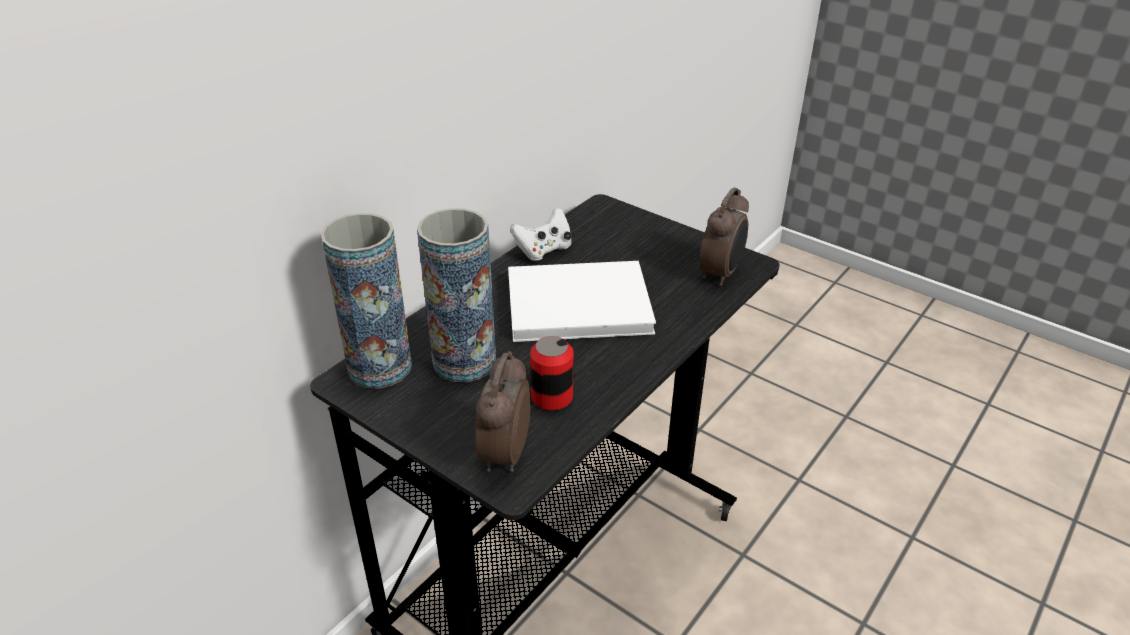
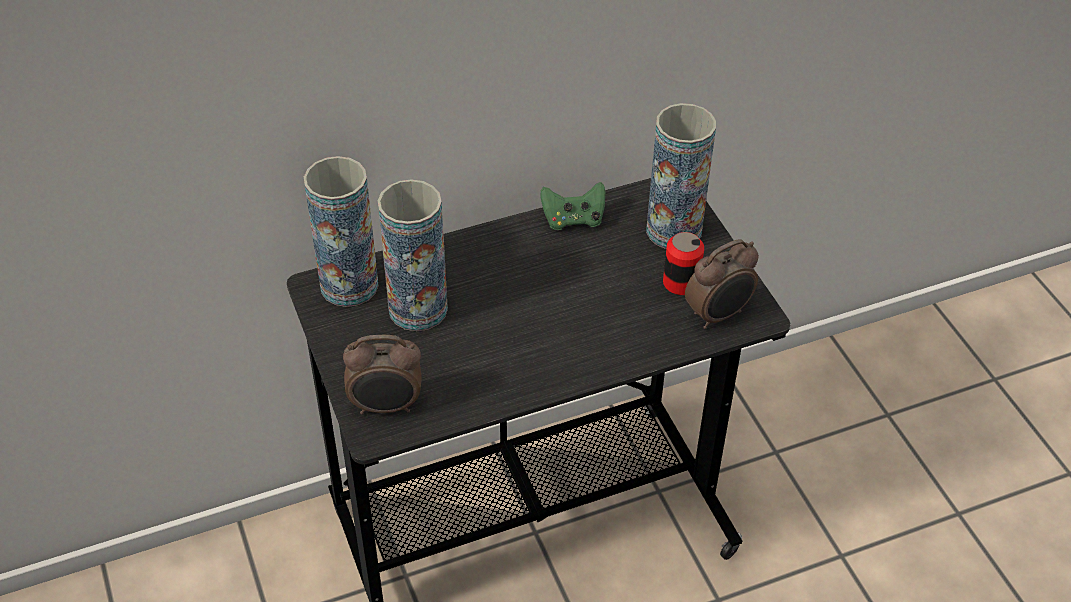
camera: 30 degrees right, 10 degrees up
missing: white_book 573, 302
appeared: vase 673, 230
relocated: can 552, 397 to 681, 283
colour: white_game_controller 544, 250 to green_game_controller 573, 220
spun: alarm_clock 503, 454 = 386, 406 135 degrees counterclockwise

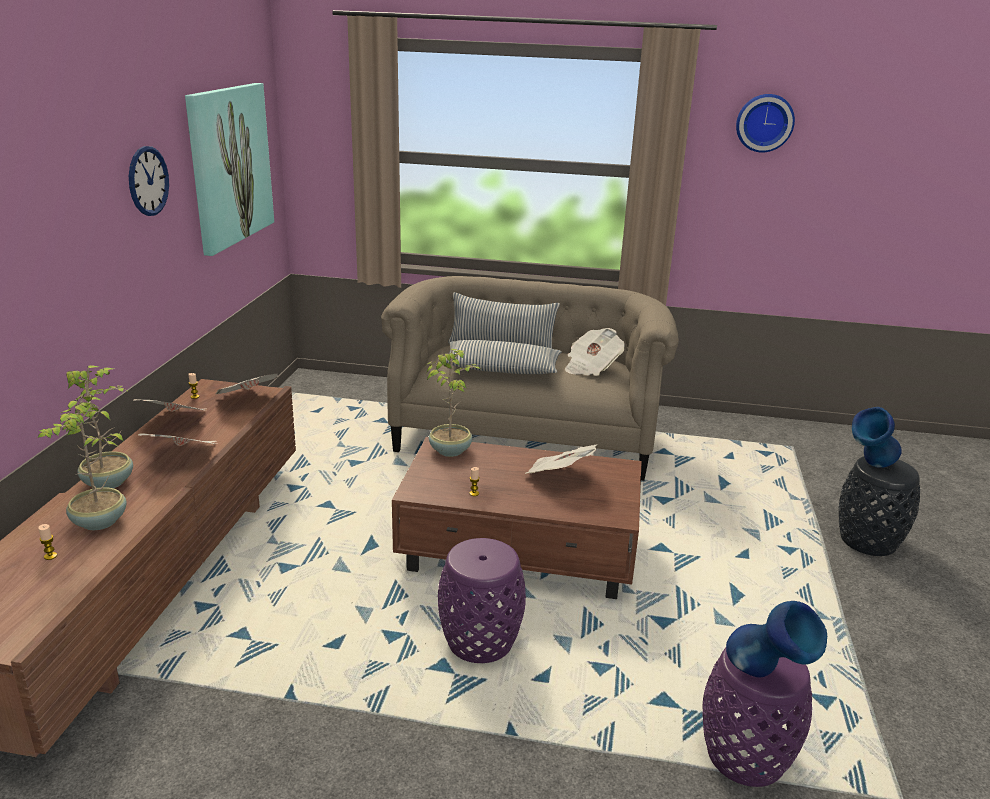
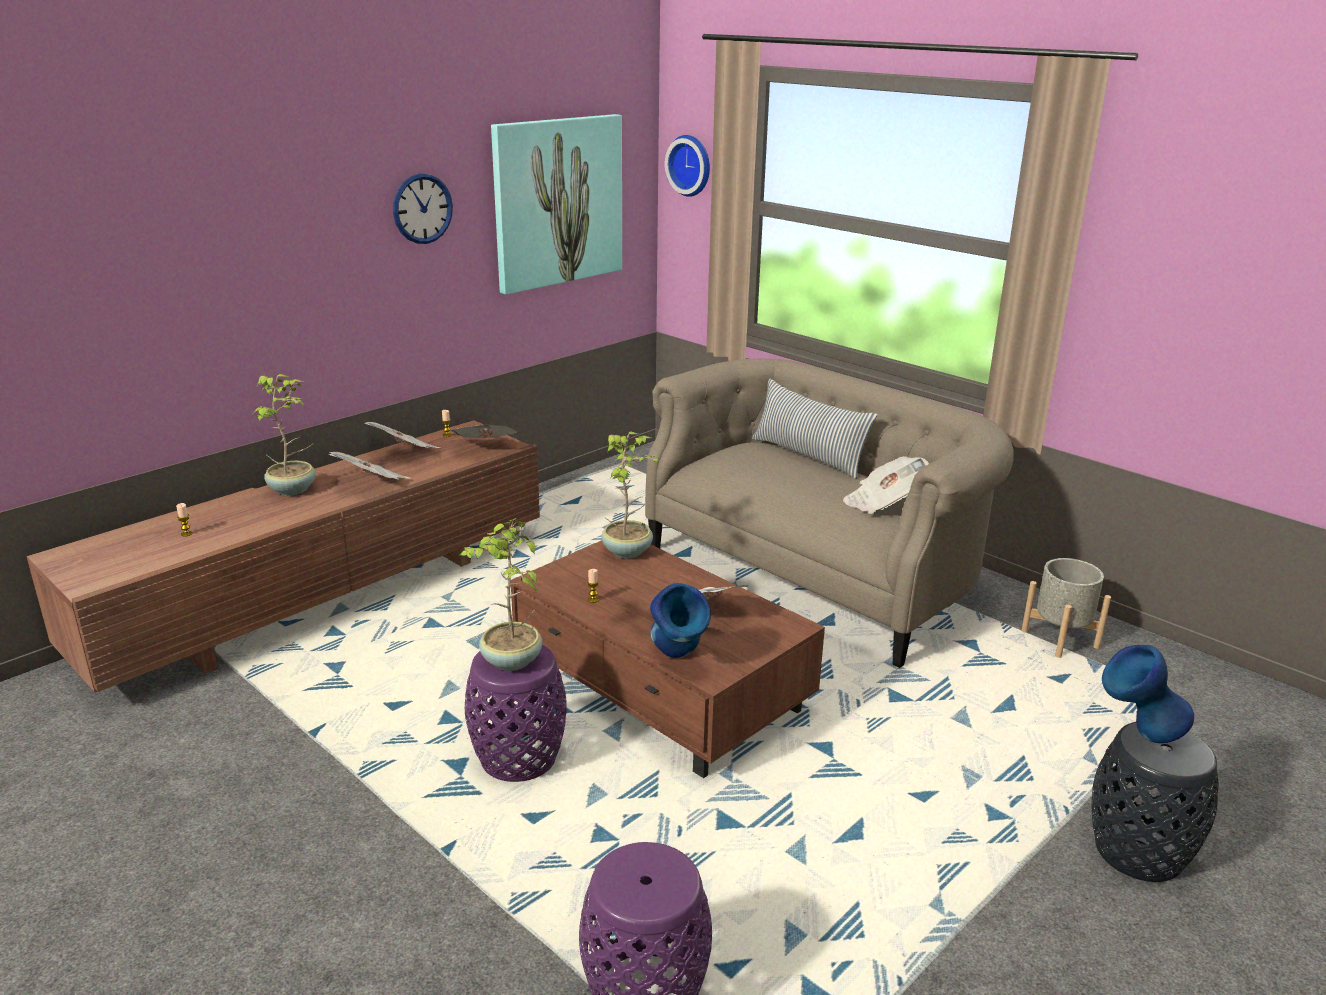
camera: 35 degrees right, 0 degrees up
missing: pillow 501, 369
appeared: grey_planter 1059, 639
relocated: wall_clock 764, 122 to 691, 165; potted_plant 99, 522 to 510, 662; blue_vase 768, 678 to 678, 661

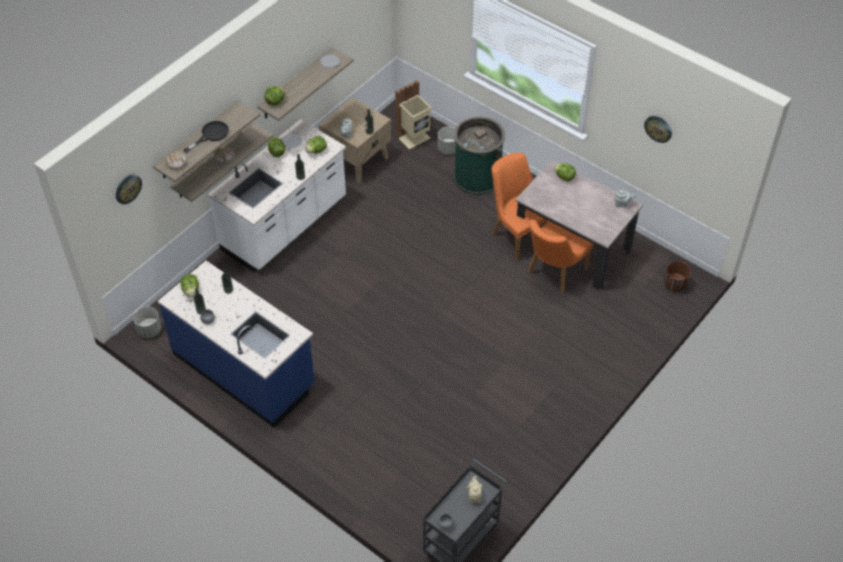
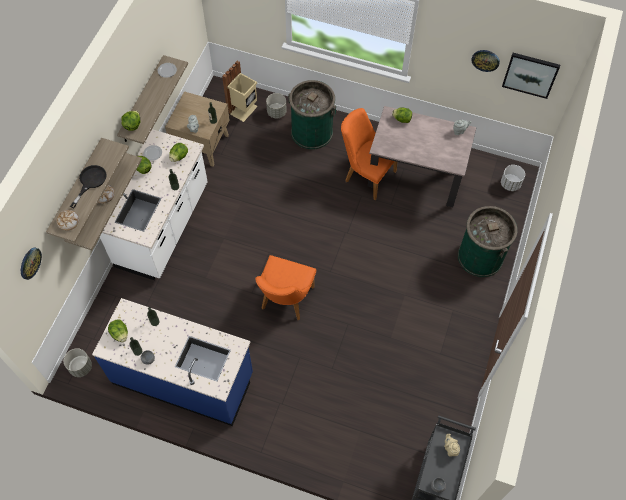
camera: 20 degrees left, 10 degrees up
appeared: picture 530, 74; green_trash_can 480, 256
relocated: orange_chair 553, 273 to 284, 302
colour: brown_planter 675, 285 to white_planter 510, 184

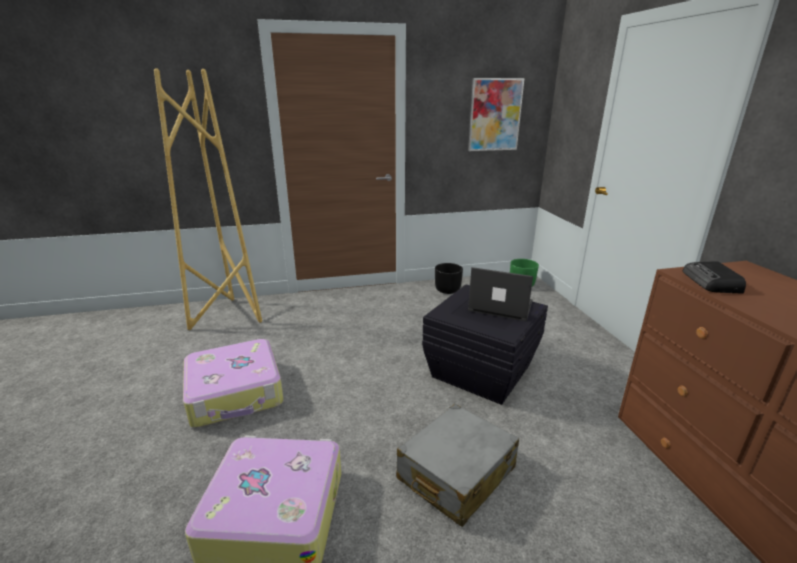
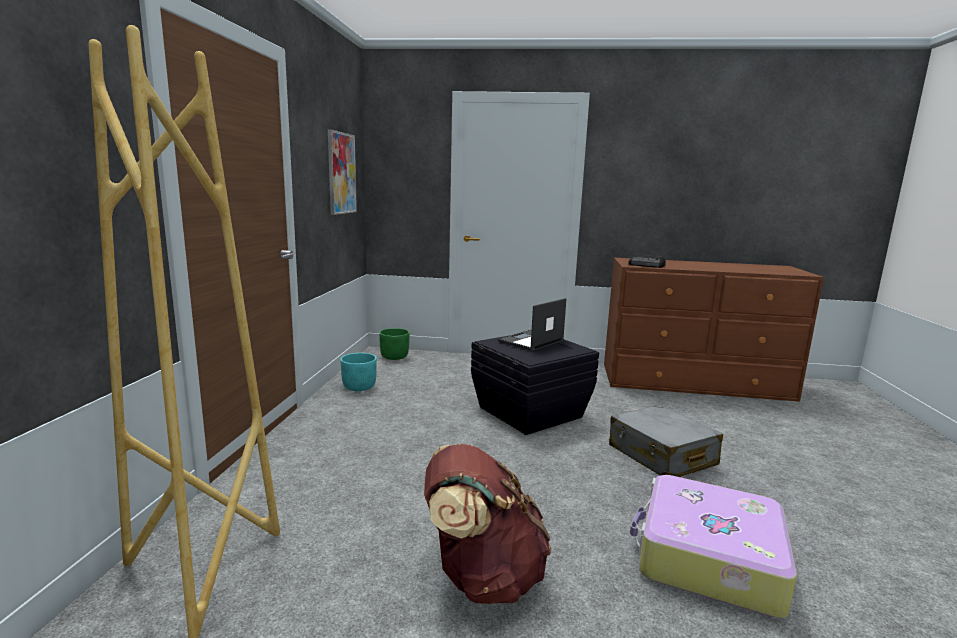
camera: 70 degrees left, 10 degrees down
exchanged: suitcase 236, 393 to brown_backpack 482, 576
colour: black_planter 447, 290 to turquoise_planter 359, 387

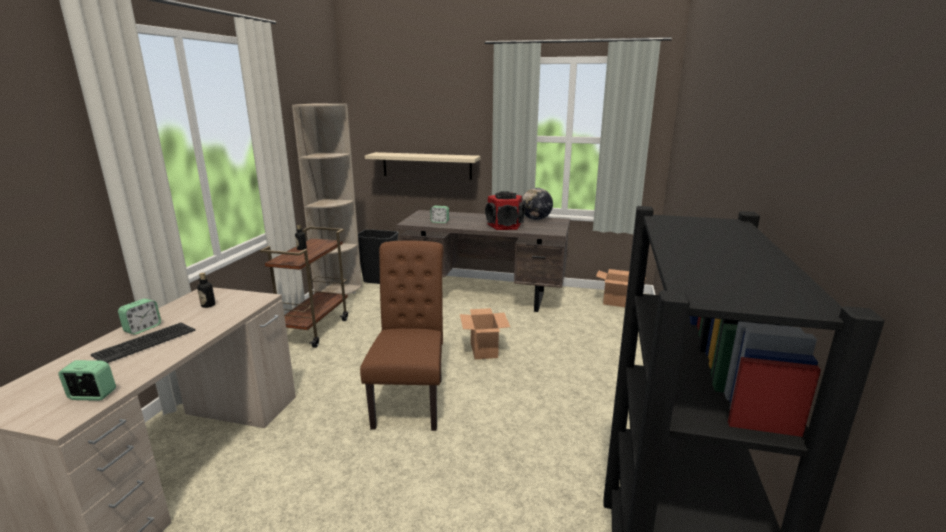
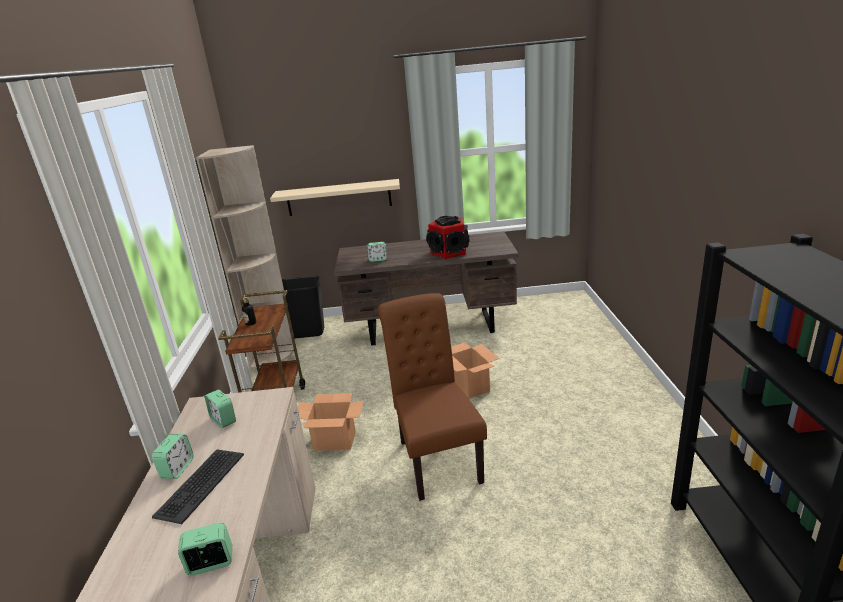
camera: 15 degrees left, 5 degrees up
missing: globe 536, 219
relocated: cardboard_box 618, 302 to 335, 441
exchanged: bottle 208, 305 to alarm_clock 223, 420

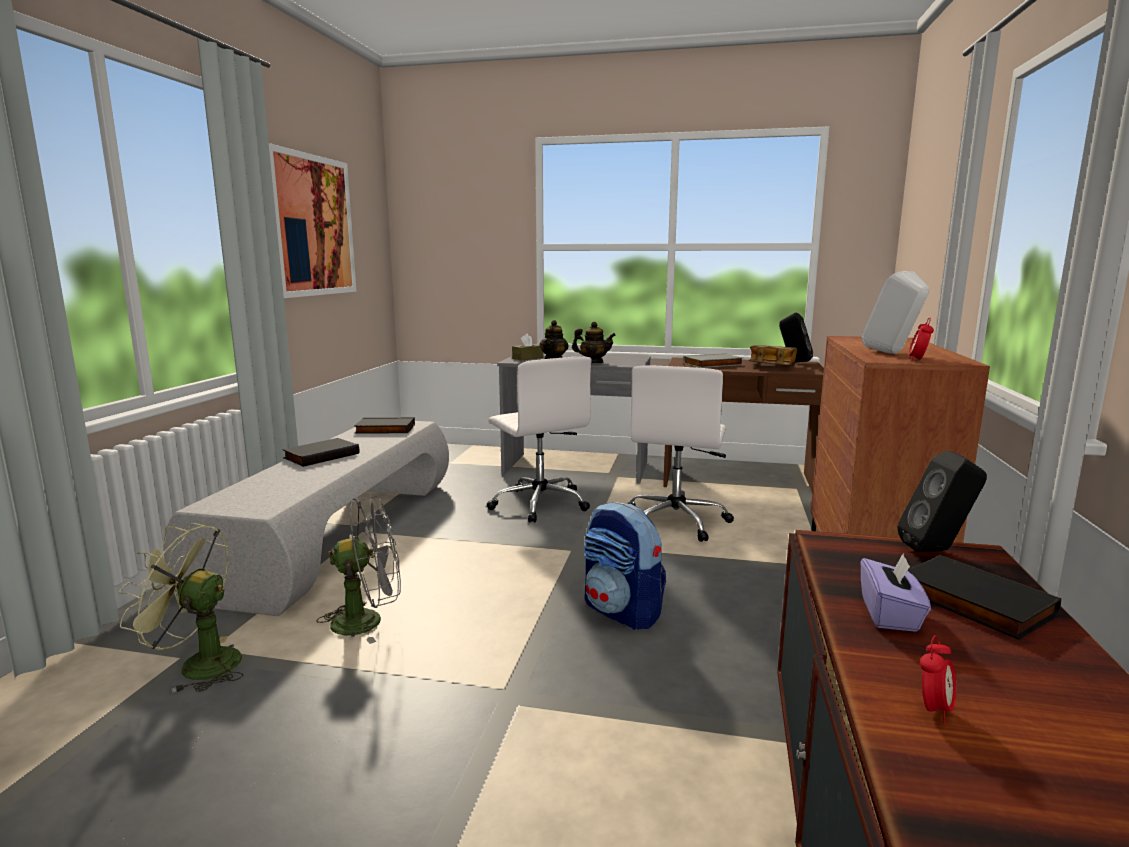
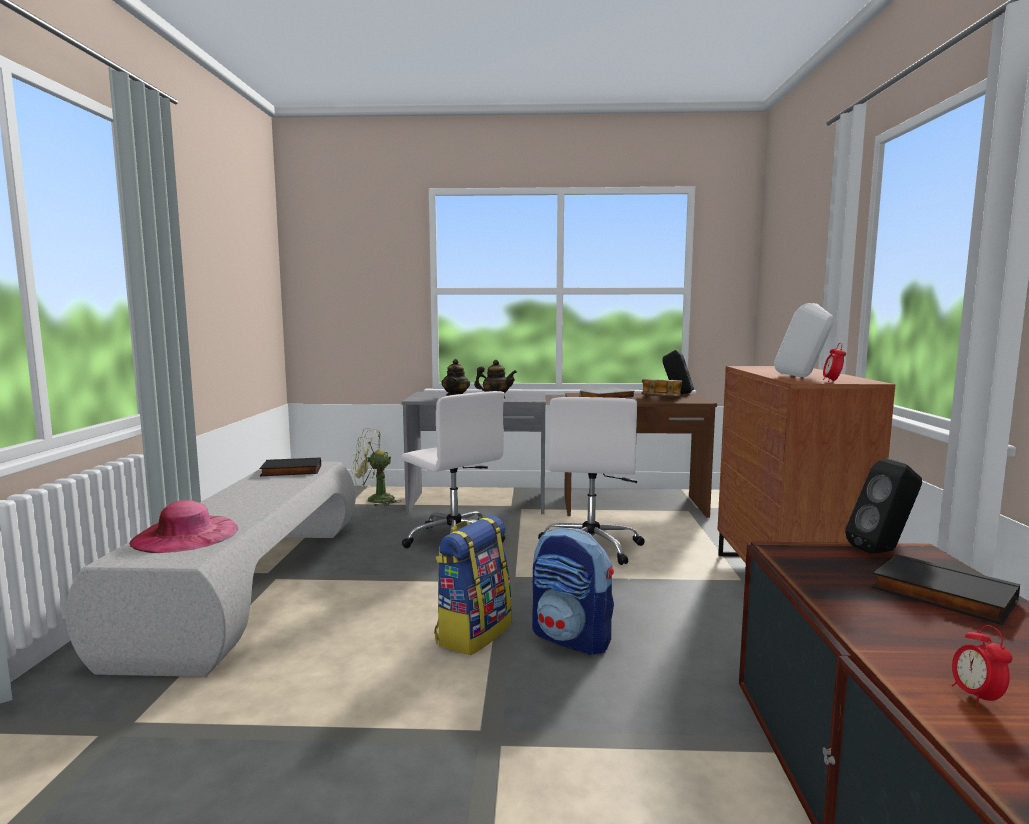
camera: 10 degrees left, 5 degrees down
missing: picture 311, 226; brown_tissue_box 528, 358; black_book 321, 455; grey_fan 368, 621; purple_tissue_box 890, 614
appeared: pink_hat 185, 535; backpack 473, 633
relocated: green_fan 198, 665 to 374, 500
spun: alarm_clock 934, 710 = 976, 697 150 degrees clockwise

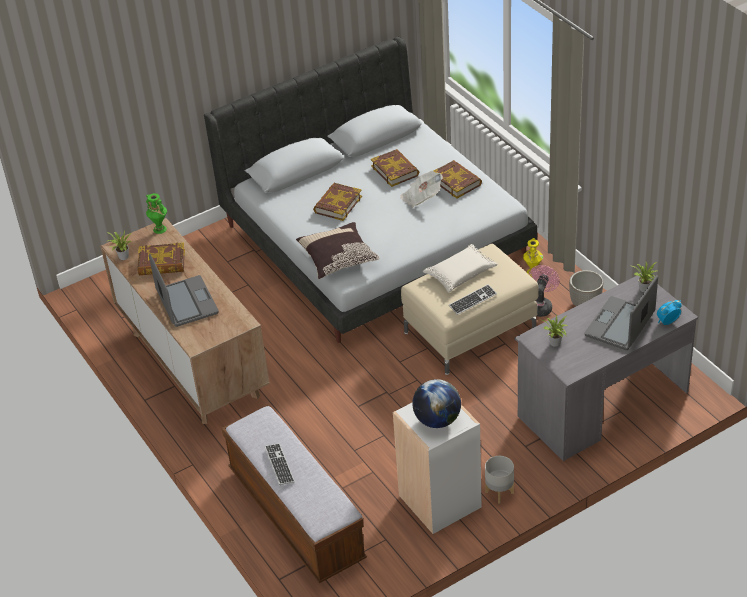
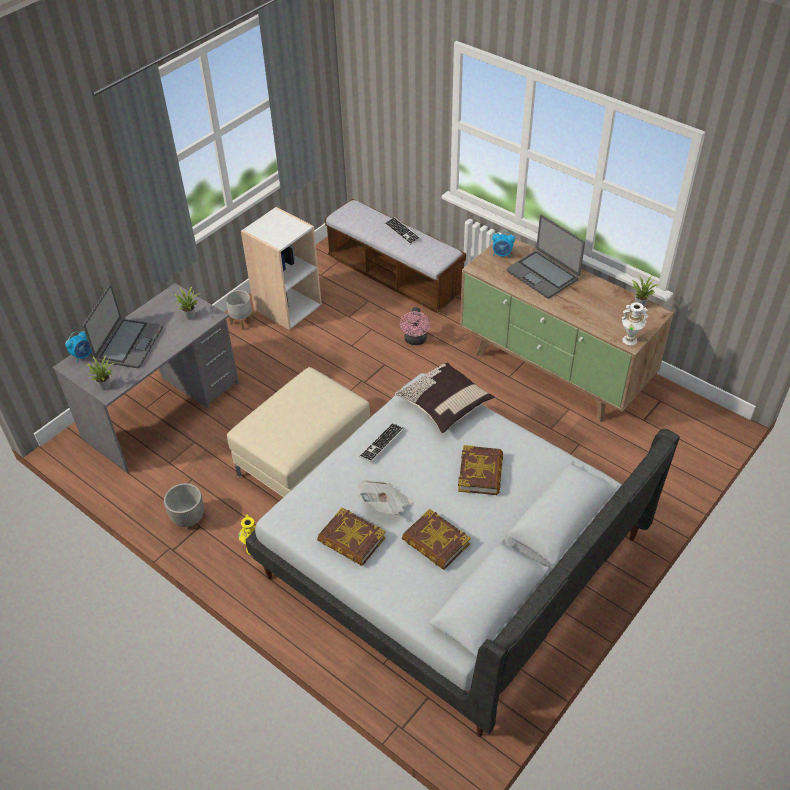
camera: 160 degrees right, 5 degrees up
missing: book 162, 263; white_pillow 460, 272; globe 437, 420
appeared: alarm_clock 502, 254
relocated: pink_fan 541, 306 to 415, 340; keyboard 472, 300 to 381, 443
colour: green_vase 159, 229 to white_vase 630, 340

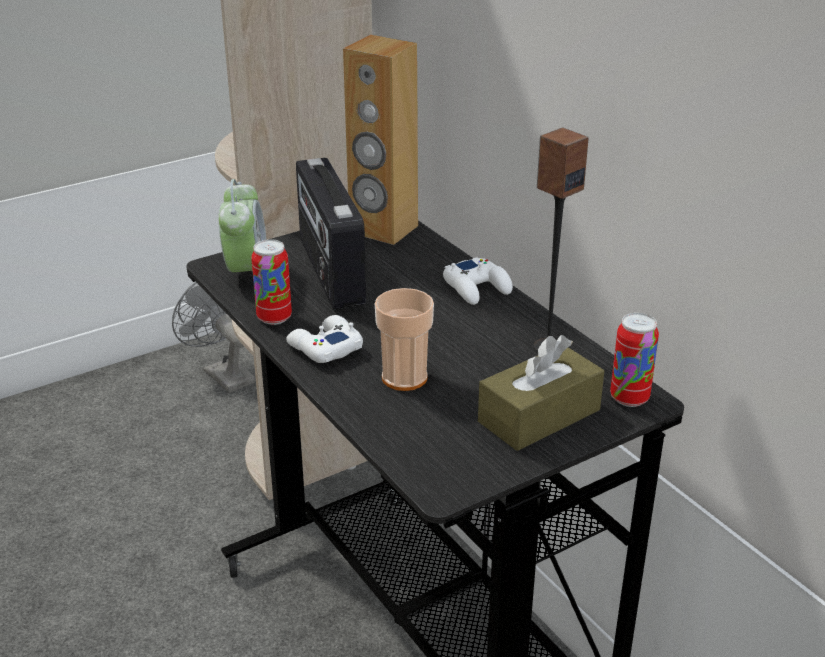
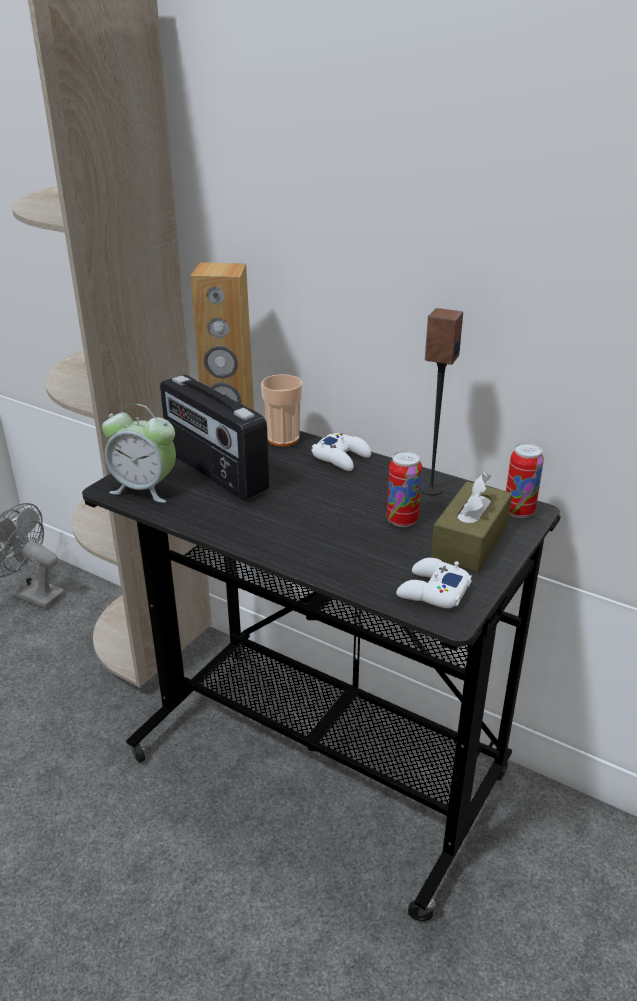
camera: 25 degrees left, 0 degrees up
relocated: can 274, 317 to 402, 520; cup 404, 378 to 283, 439; white_game_controller 324, 347 to 432, 591
spun: alarm_clock 247, 274 = 145, 489 135 degrees clockwise

